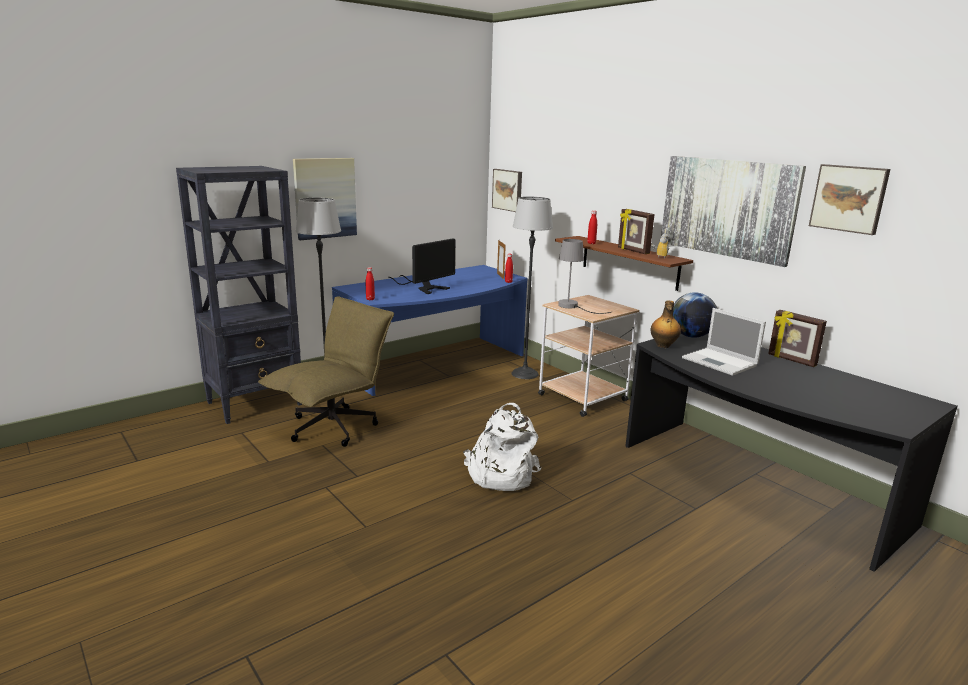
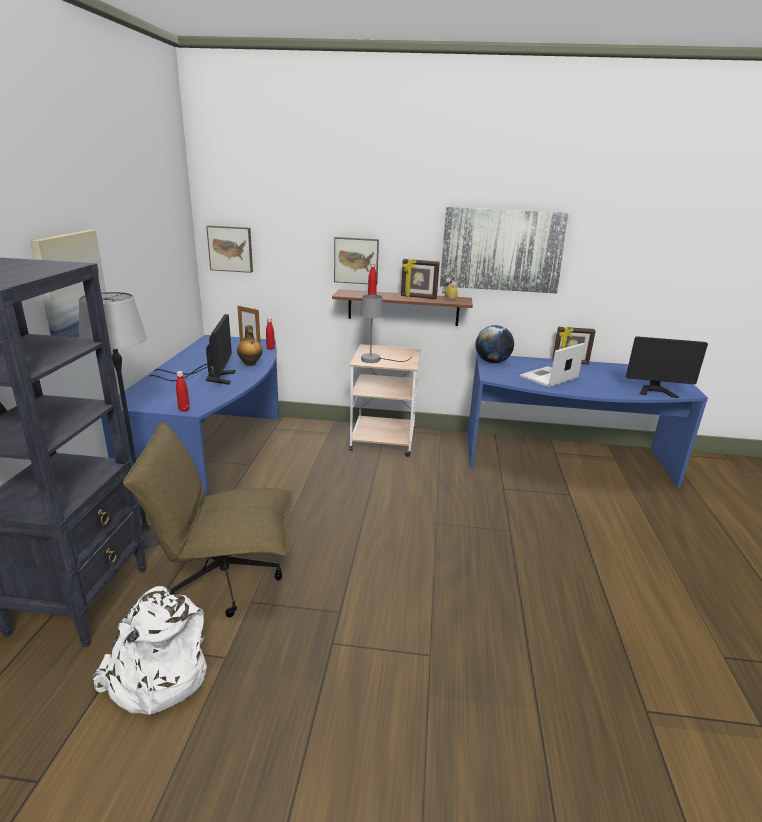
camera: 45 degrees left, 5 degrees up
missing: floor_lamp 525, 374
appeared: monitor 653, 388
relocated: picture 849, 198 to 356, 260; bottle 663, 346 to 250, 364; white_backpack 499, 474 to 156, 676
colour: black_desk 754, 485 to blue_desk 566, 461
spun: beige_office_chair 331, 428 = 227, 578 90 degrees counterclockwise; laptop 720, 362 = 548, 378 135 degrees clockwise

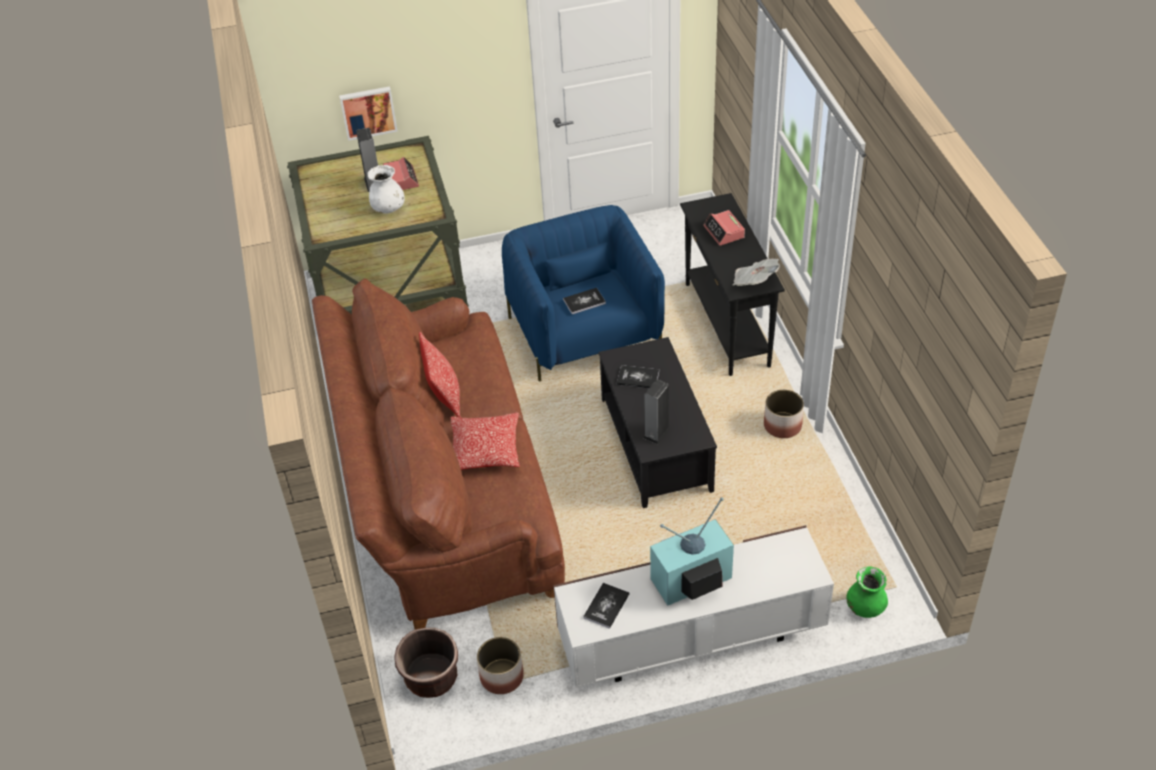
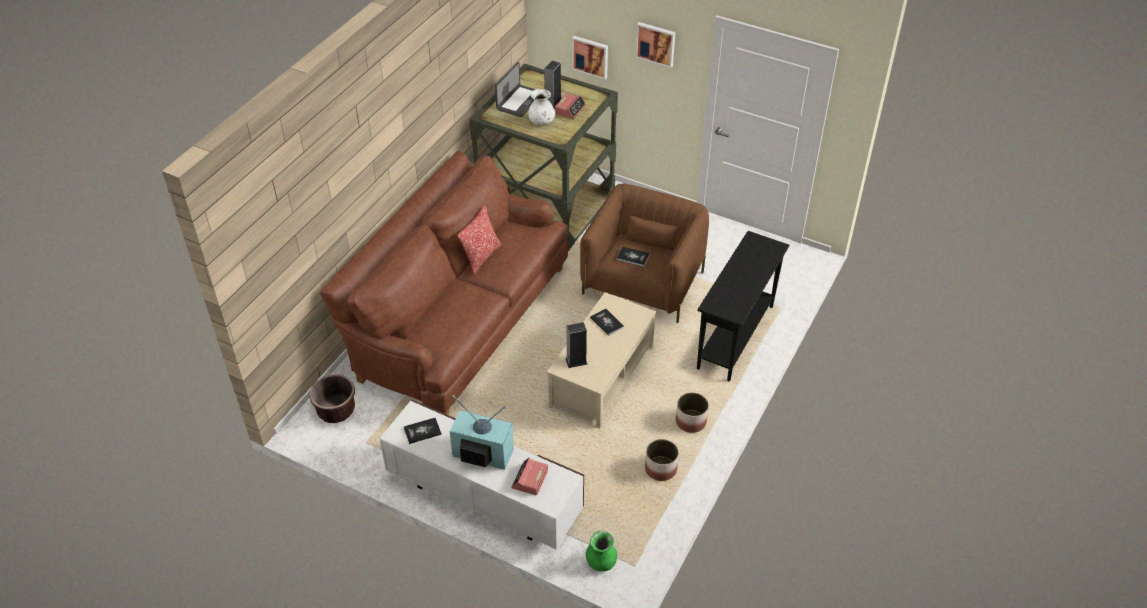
camera: 40 degrees right, 0 degrees up
missing: newspaper 754, 281; pillow 485, 450
appeared: picture 656, 44; laptop 519, 101
relocated: alarm_clock 724, 232 to 530, 479; planter 502, 677 to 660, 469
colour: blue_armchair 585, 332 to brown_armchair 643, 283; black_coffee_table 654, 445 to beige_coffee_table 600, 376

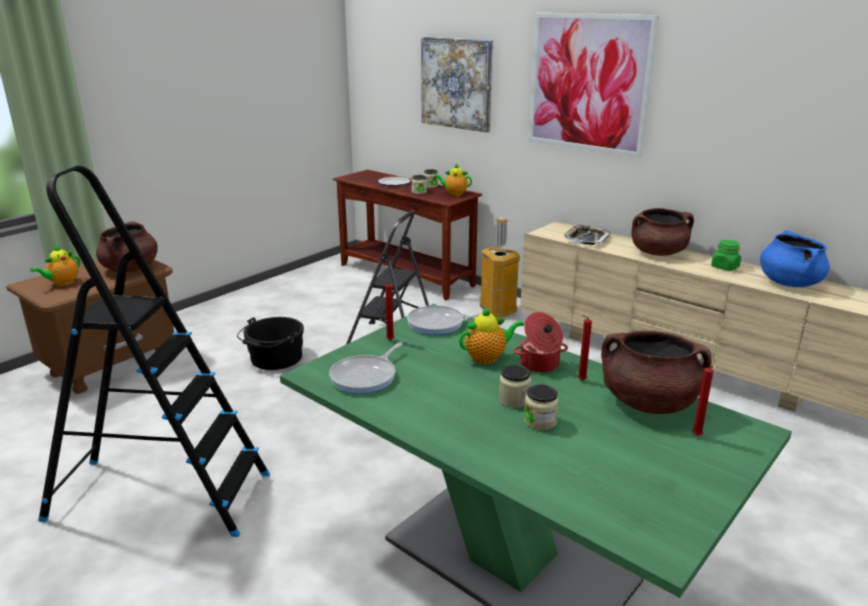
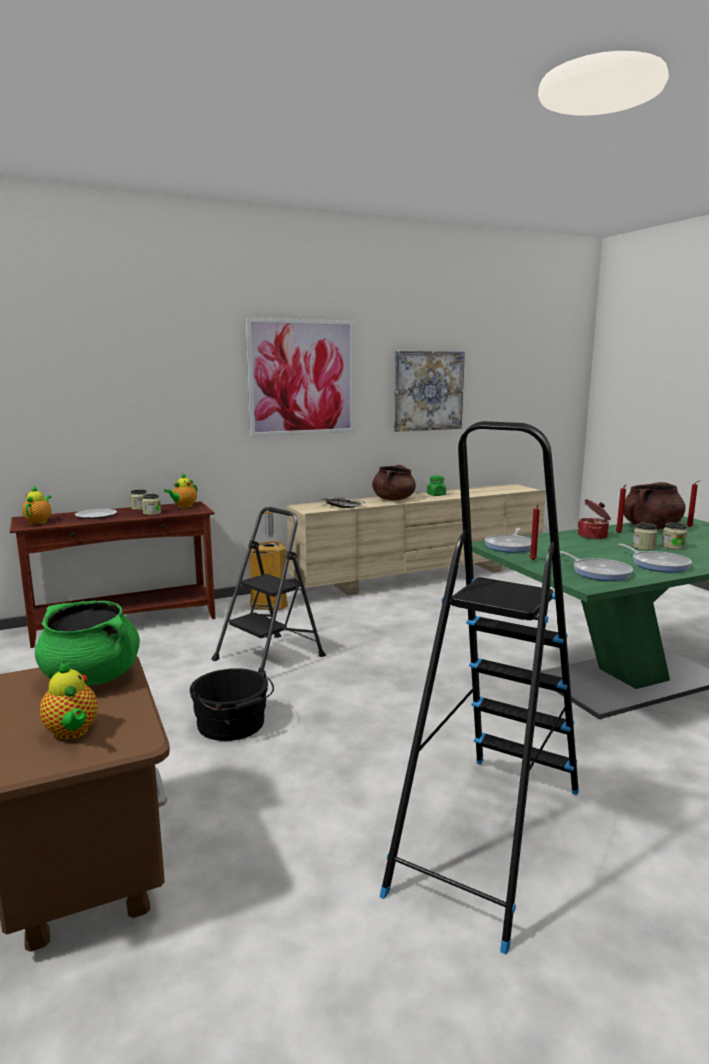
camera: 65 degrees left, 10 degrees down
missing: blue_cooking_pot 789, 283
appeared: frying_pan 658, 564
relocated: picture 456, 83 to 428, 391; teapot 487, 357 to 39, 522
colour: brown_cooking_pot 130, 269 to green_cooking_pot 92, 677

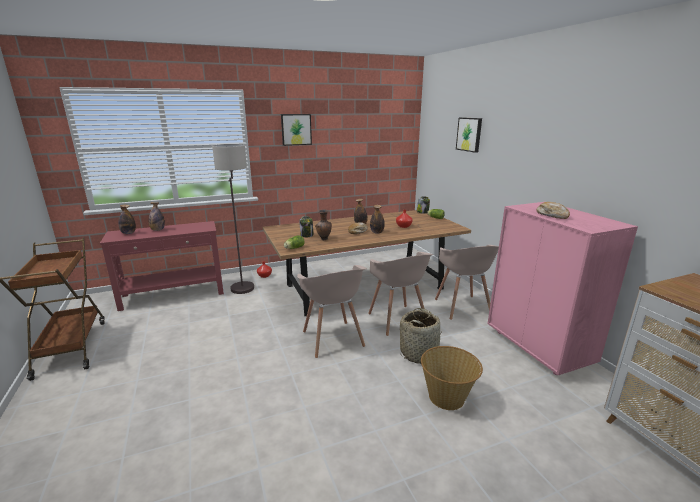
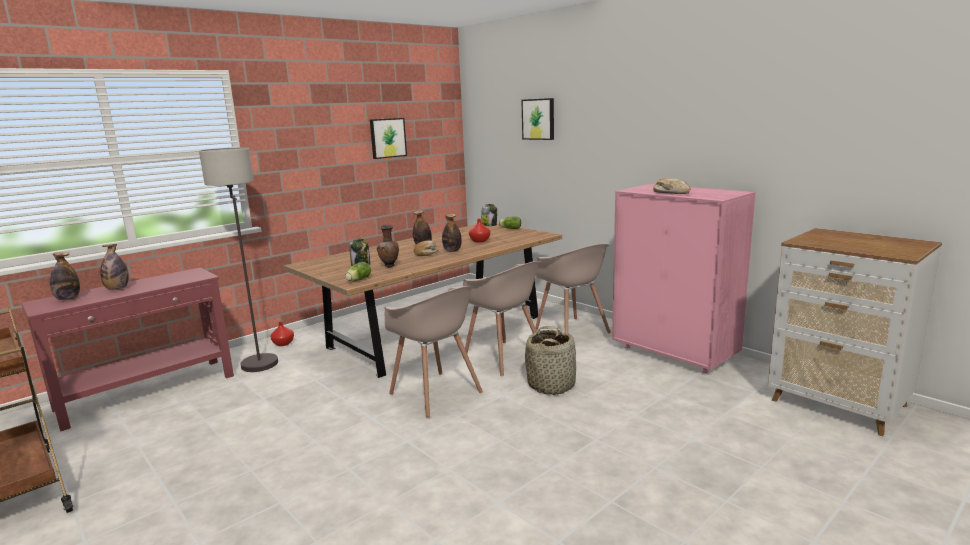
camera: 20 degrees left, 5 degrees down
missing: basket 447, 397
relocated: picture 296, 129 to 387, 138

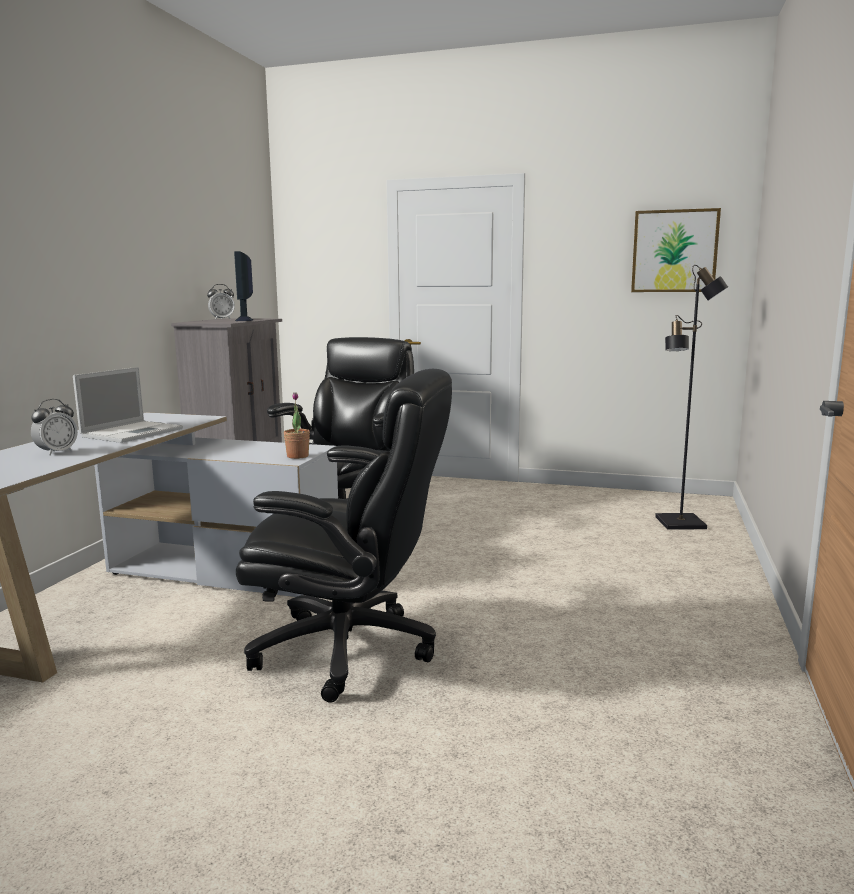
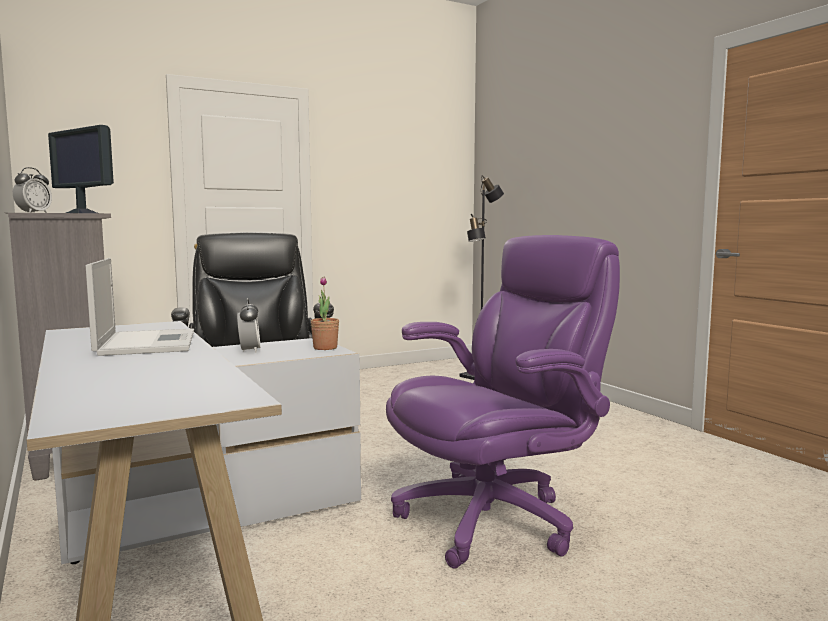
camera: 45 degrees left, 5 degrees down
missing: picture 674, 251
relocated: alarm_clock 57, 452 to 249, 351
colour: black_office_chair 352, 653 to purple_office_chair 494, 520

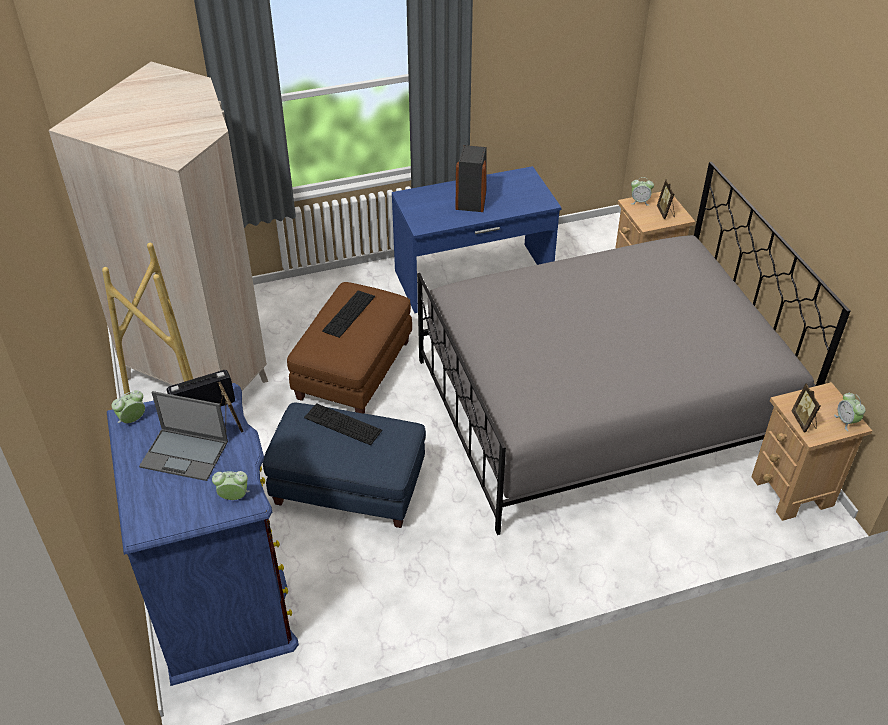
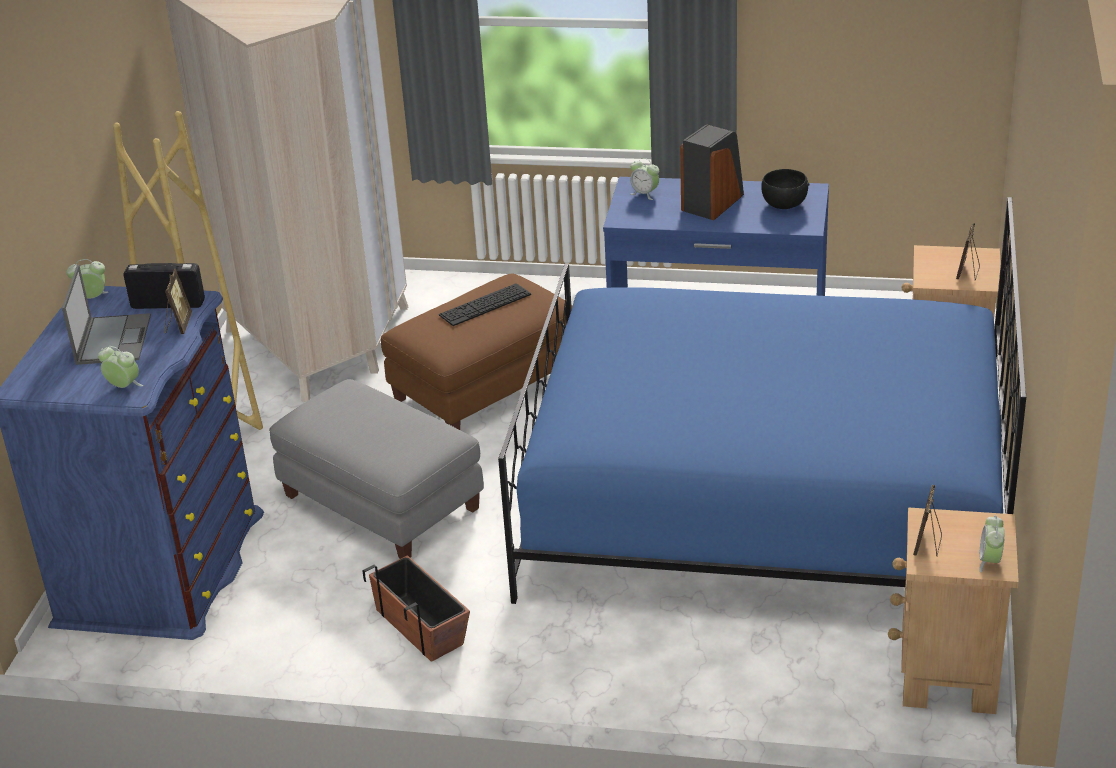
camera: 30 degrees right, 10 degrees down
missing: keyboard 343, 424
appeared: black_bowl 784, 204; planter 421, 626
relocated: alarm_clock 639, 201 to 645, 194
colour: grey_bed 601, 405 to blue_bed 766, 506; blue_ottoman 350, 486 to grey_ottoman 382, 502
spun: laptop 185, 454 = 113, 339 135 degrees counterclockwise

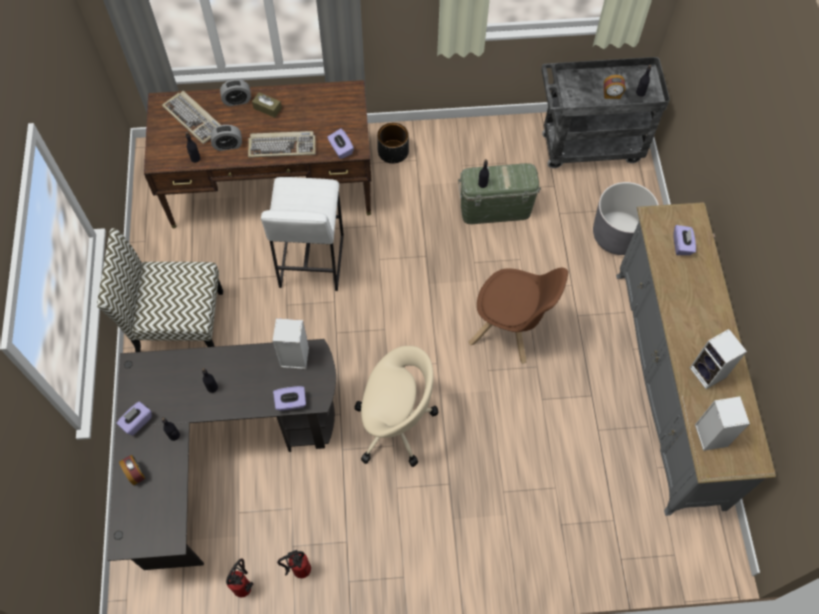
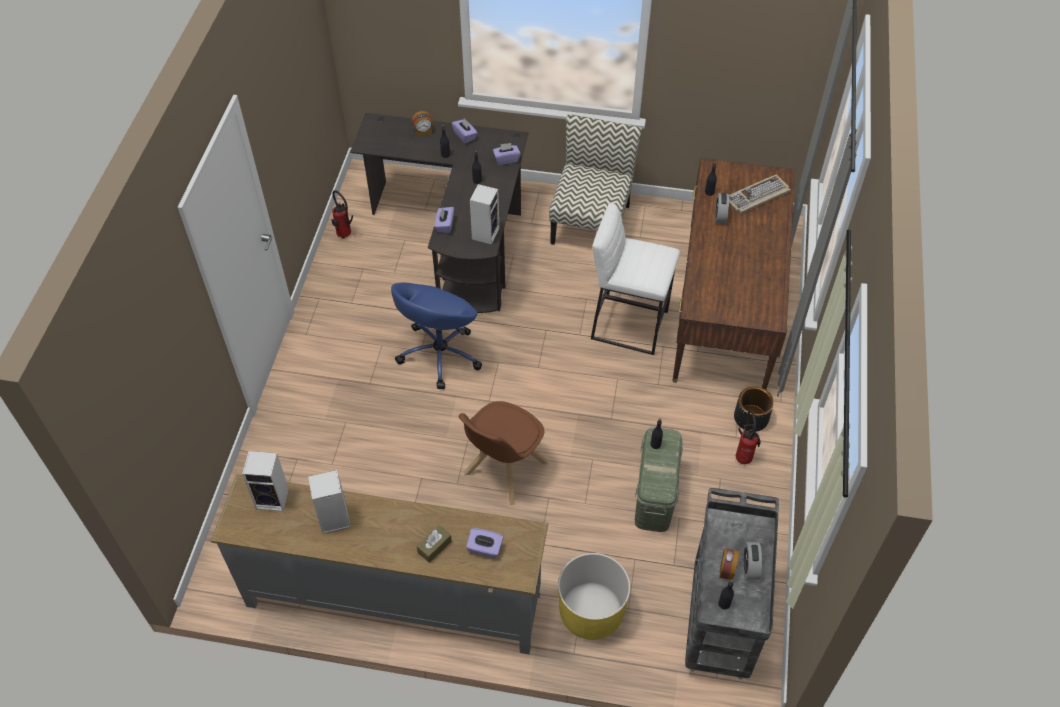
camera: 105 degrees right, 10 degrees down
missing: keyboard 282, 146
relocated: alarm_clock 237, 100 to 750, 567; brown_tissue_box 267, 108 to 434, 547; purple_tissue_box 341, 149 to 506, 159; fire_extinguisher 298, 570 to 743, 456
colour: grey_planter 618, 235 to yellow_planter 591, 612; beige_office_chair 396, 425 to blue_office_chair 439, 356

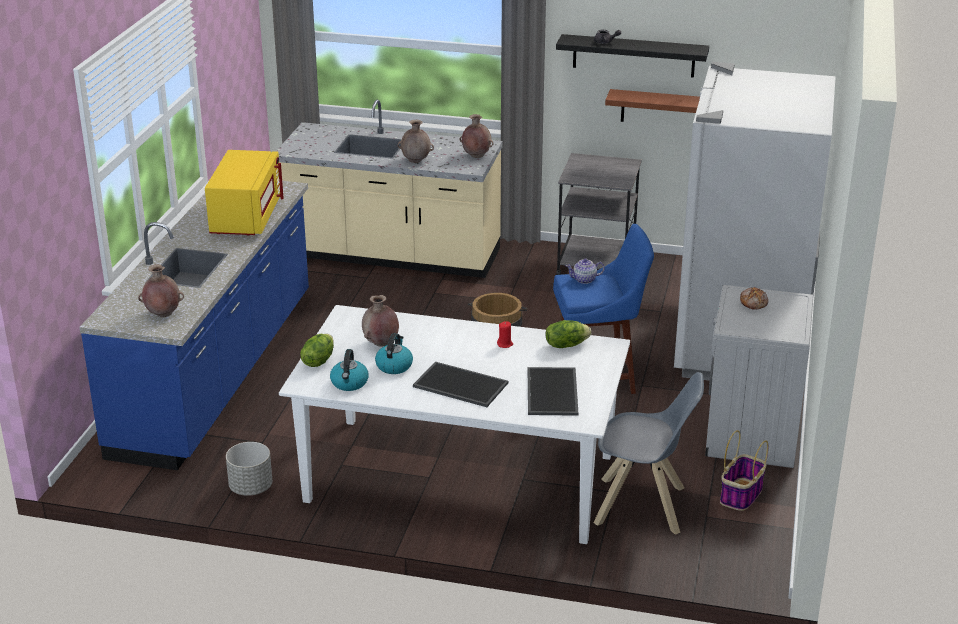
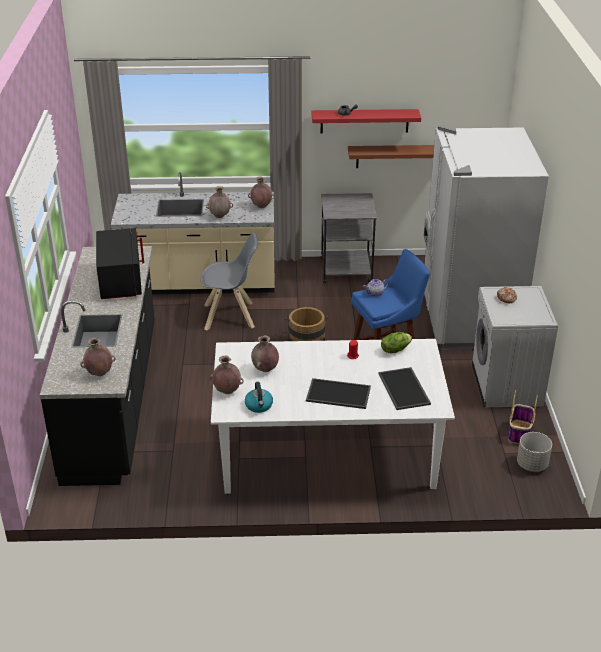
camera: 15 degrees left, 5 degrees up
missing: kettle 394, 366
relocated: grey_chair 643, 506 to 231, 316; grey_planter 251, 488 to 532, 464
exchanged: lettuce 318, 361 to brown_vase 227, 391
colour: black_shelf 633, 56 to red_shelf 364, 121; yellow_microwave 246, 217 to black_microwave 120, 281; blue_counter 217, 373 to black_counter 113, 400

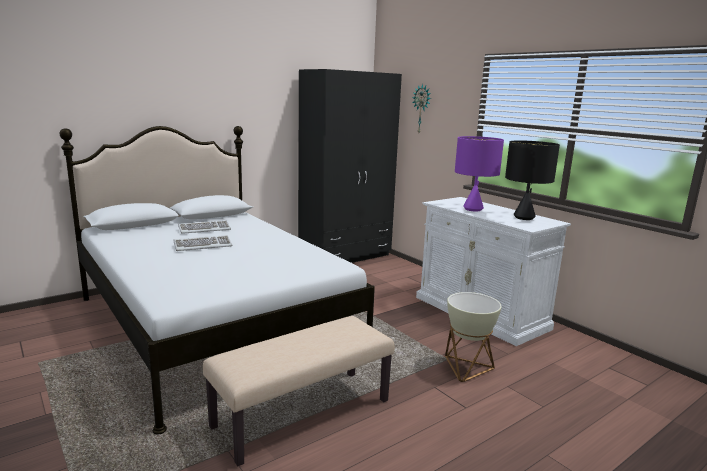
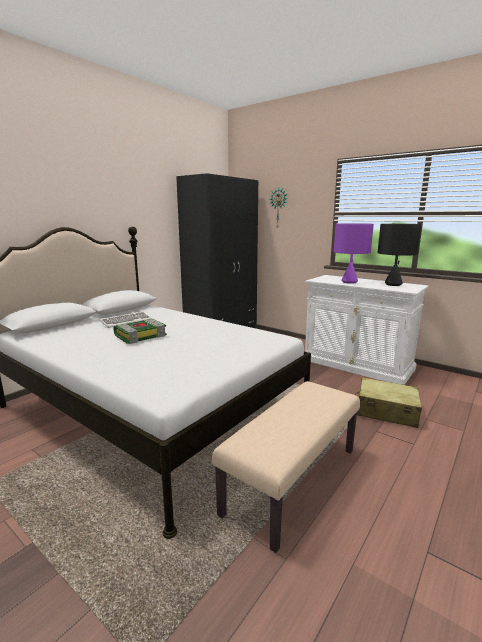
camera: 15 degrees left, 0 degrees up
exchanged: keyboard 203, 245 to book 141, 336; planter 466, 369 to beige_suitcase 386, 411

